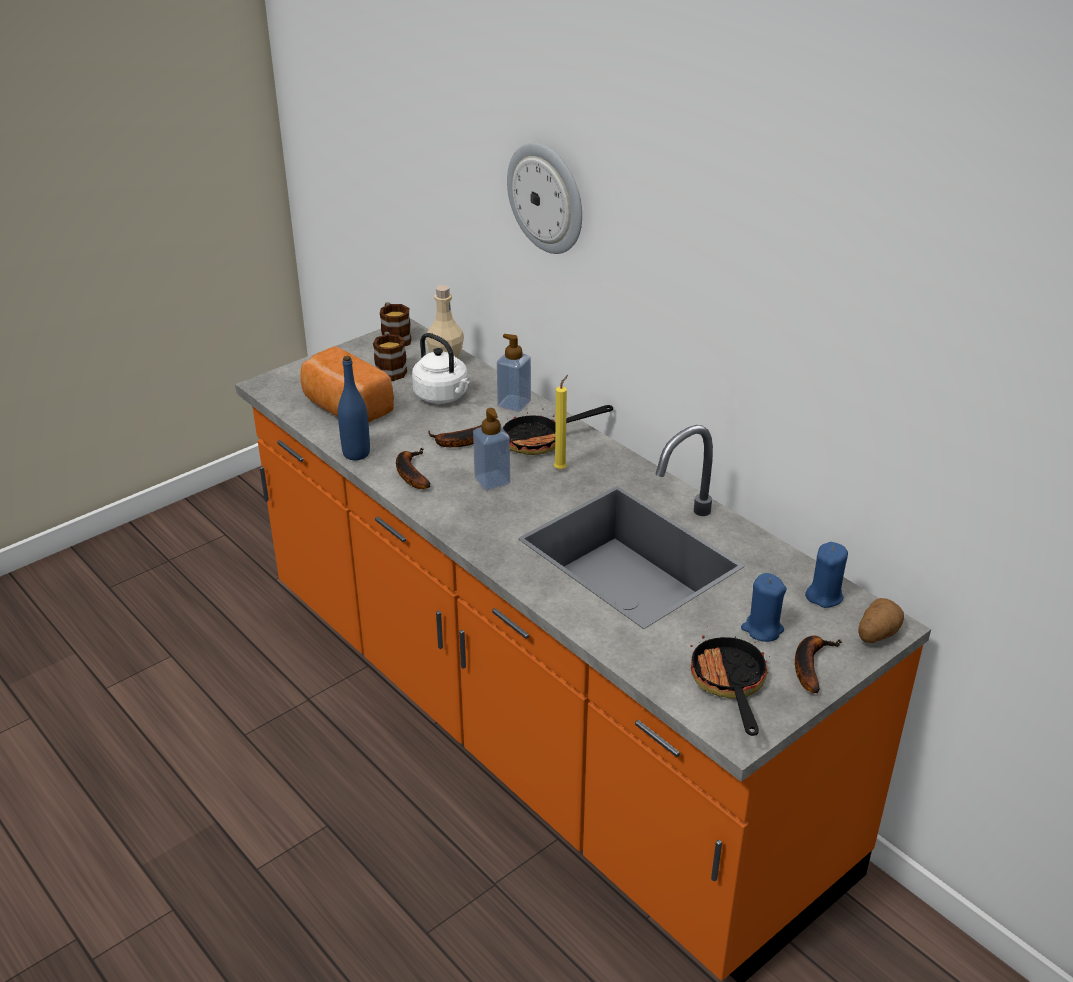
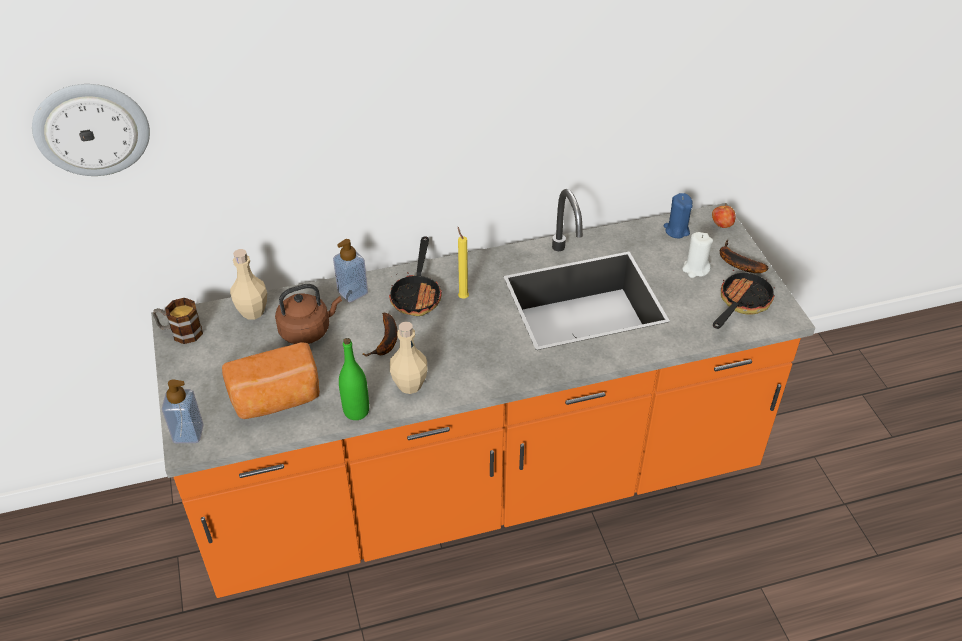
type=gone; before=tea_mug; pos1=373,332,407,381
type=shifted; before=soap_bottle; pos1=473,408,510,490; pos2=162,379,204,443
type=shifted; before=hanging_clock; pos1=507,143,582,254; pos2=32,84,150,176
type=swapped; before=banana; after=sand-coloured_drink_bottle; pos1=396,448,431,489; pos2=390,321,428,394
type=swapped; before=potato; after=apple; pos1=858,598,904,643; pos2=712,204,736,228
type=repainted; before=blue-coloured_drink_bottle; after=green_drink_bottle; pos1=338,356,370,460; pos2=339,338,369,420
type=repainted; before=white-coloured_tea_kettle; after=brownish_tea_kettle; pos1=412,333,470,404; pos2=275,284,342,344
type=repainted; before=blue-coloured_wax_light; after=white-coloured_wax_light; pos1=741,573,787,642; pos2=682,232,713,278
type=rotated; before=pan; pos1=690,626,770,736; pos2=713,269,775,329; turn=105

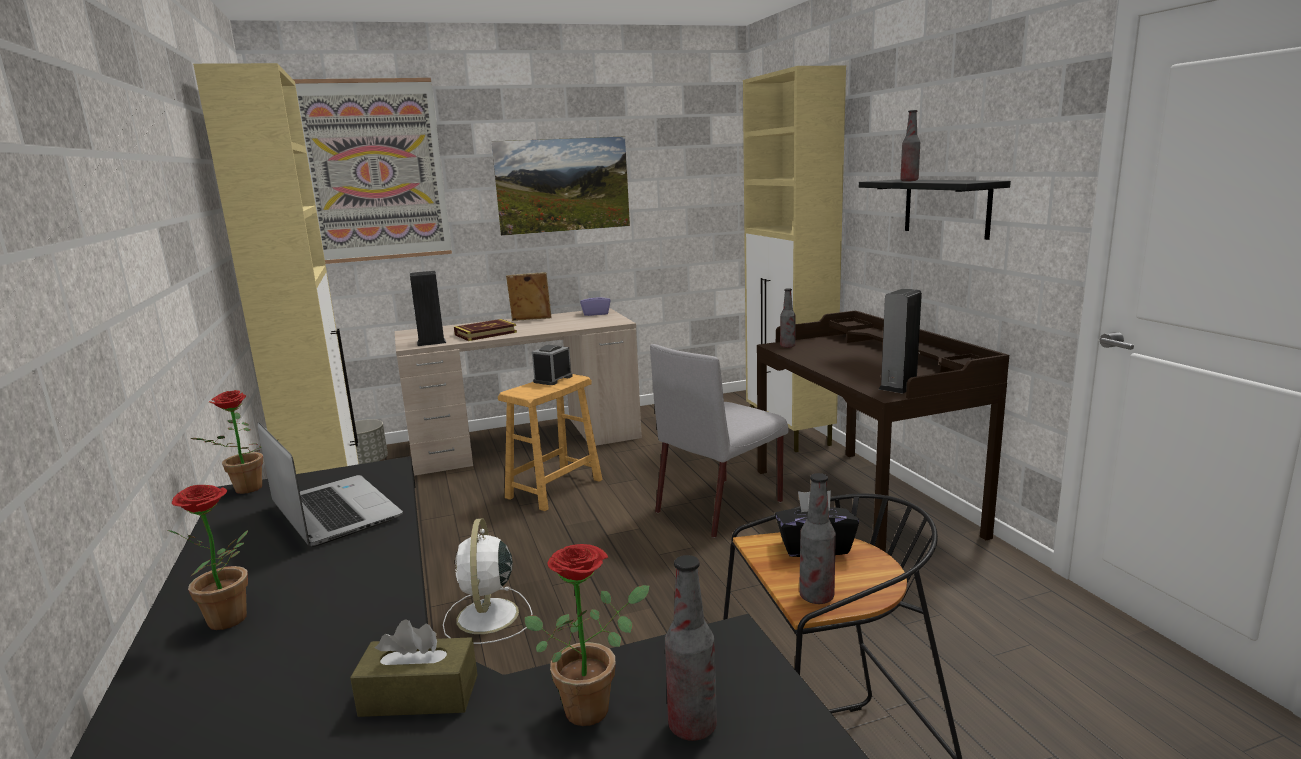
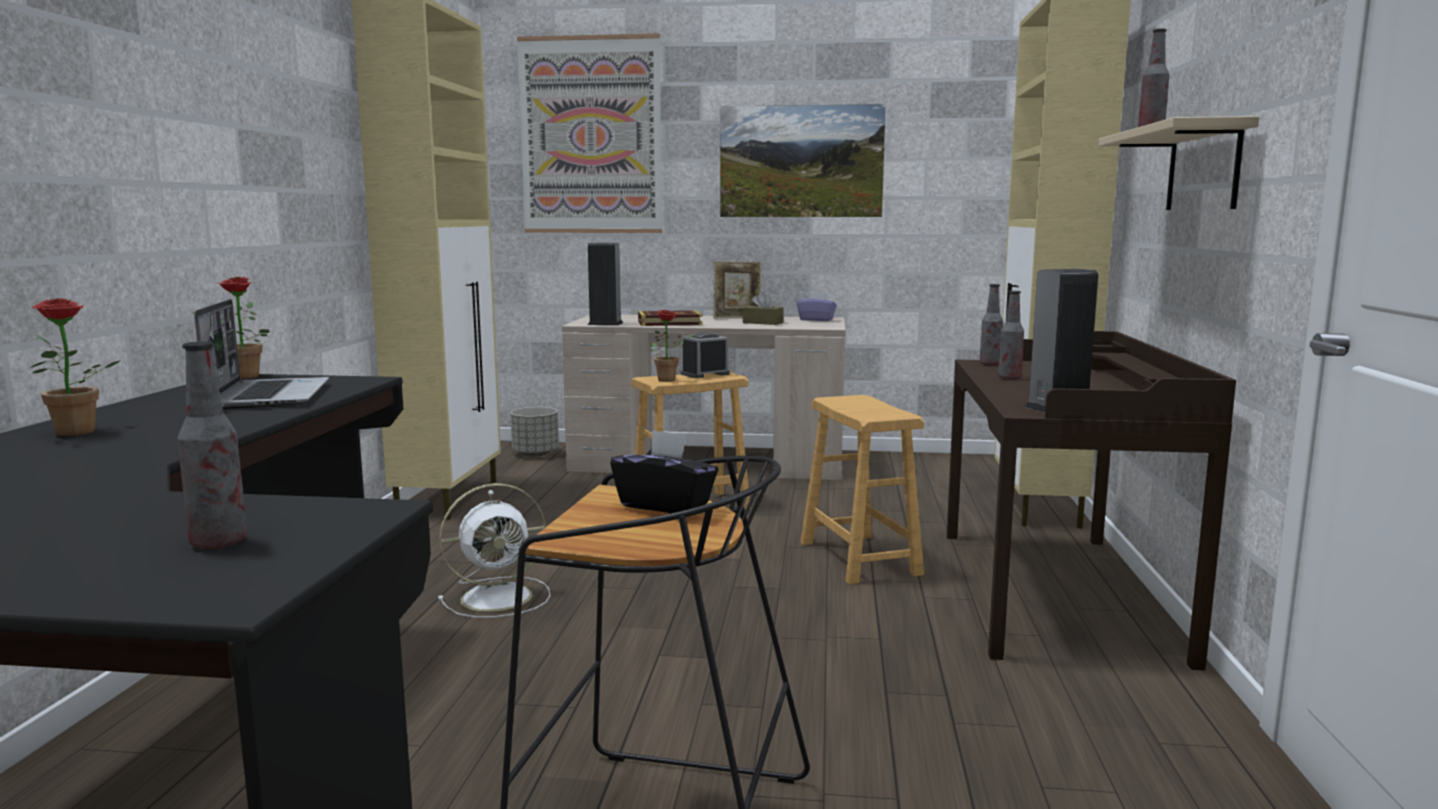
type=shifted; before=brownish_tissue_holder; pos1=350,620,477,717; pos2=743,292,784,325
type=shifted; before=potted_plant; pos1=524,544,650,726; pos2=651,310,696,382
type=shifted; before=drink_bottle; pos1=799,473,836,604; pos2=998,291,1024,380
type=swapped; before=gray_chair; after=brownish_stool_seat; pos1=650,344,788,538; pos2=800,395,924,585
type=repainted; before=blackish_shelf; after=sand-coloured_shelf; pos1=859,180,1011,240; pos2=1099,116,1259,210
type=rotated; before=white-coloured_fan; pos1=443,518,532,644; pos2=438,483,551,618; turn=-135
type=rotated; before=picture_frame; pos1=506,272,552,321; pos2=713,261,762,318; turn=150

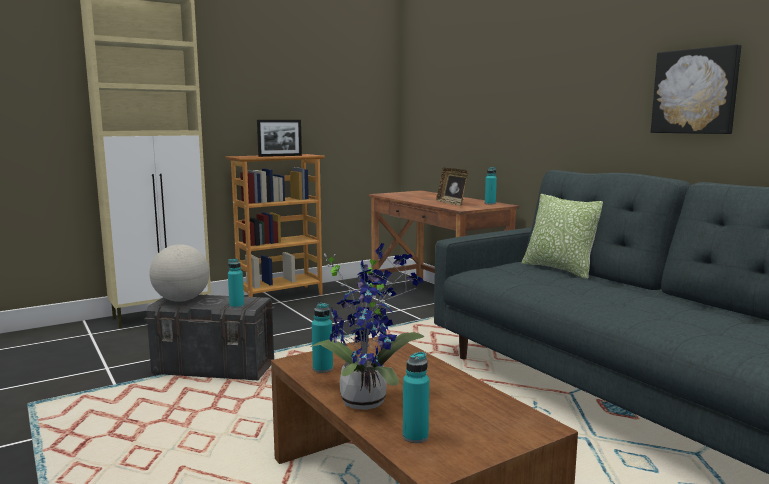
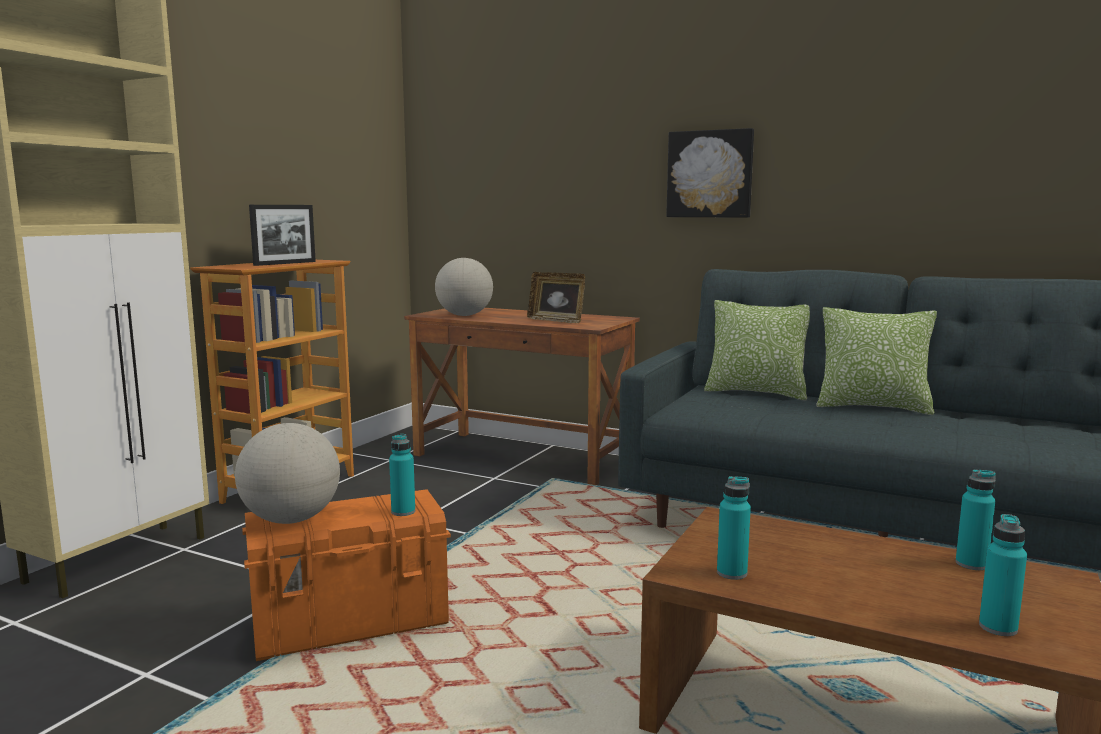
type=gone; before=potted_plant; pos1=310,243,424,410
type=new; after=world_globe; pos2=435,258,493,316
type=new; after=cushion; pos2=817,307,937,415
type=shifted; before=turquoise_drink_bottle; pos1=485,167,497,204; pos2=956,469,996,570
type=shifted; before=picture; pos1=651,44,741,134; pos2=666,128,754,218
type=repainted; before=gray_storage_box; after=orange_storage_box; pos1=144,295,275,380; pos2=242,489,451,661

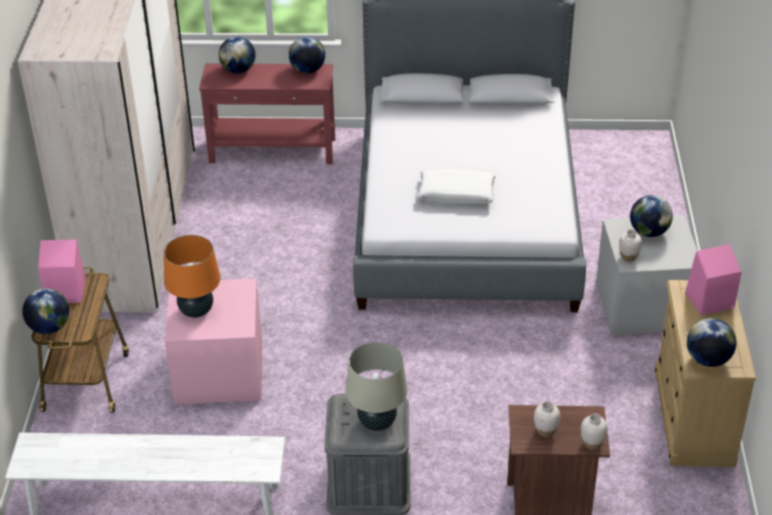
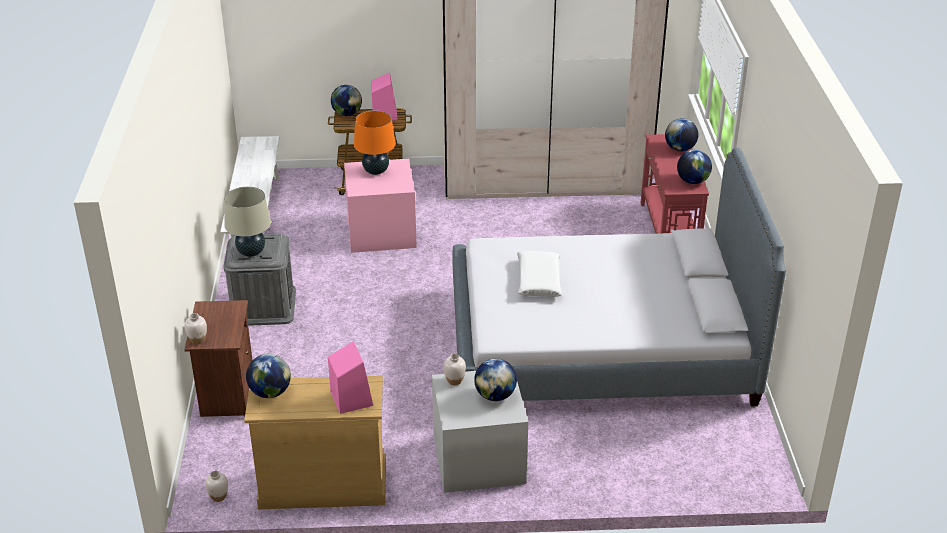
type=shifted; before=white-coloured_vase; pos1=534,401,560,437; pos2=205,471,228,502

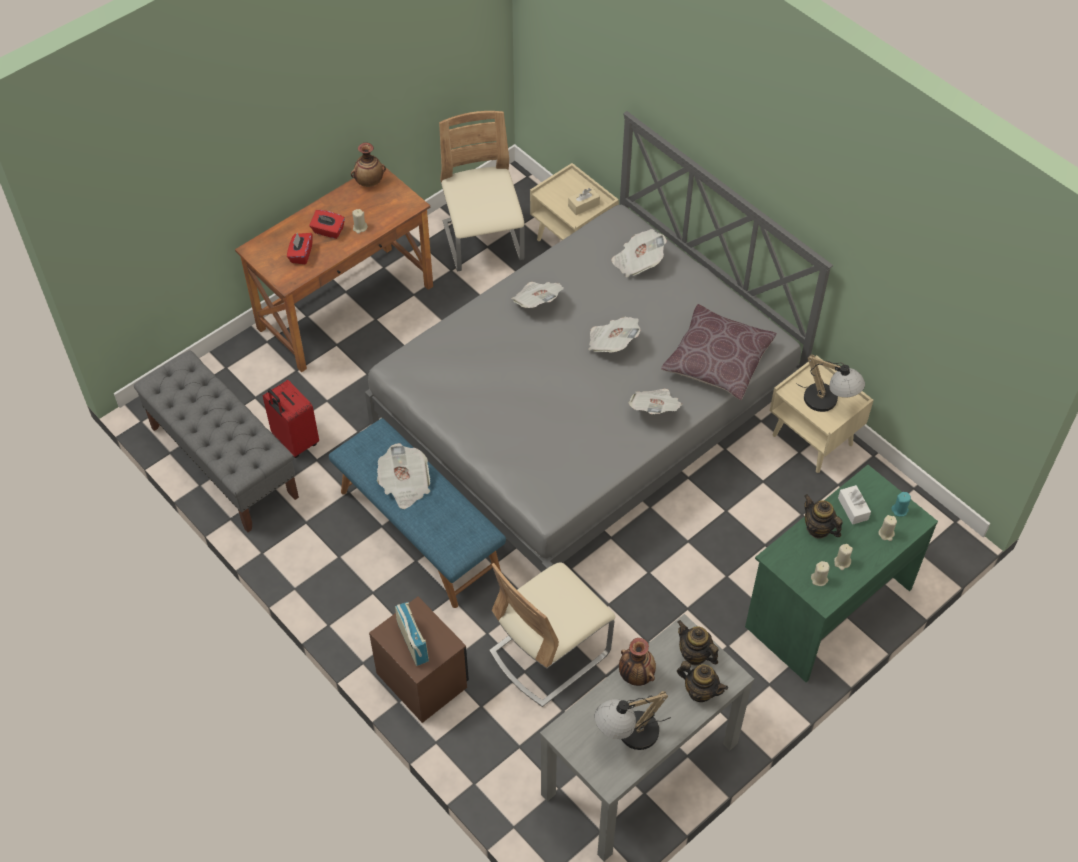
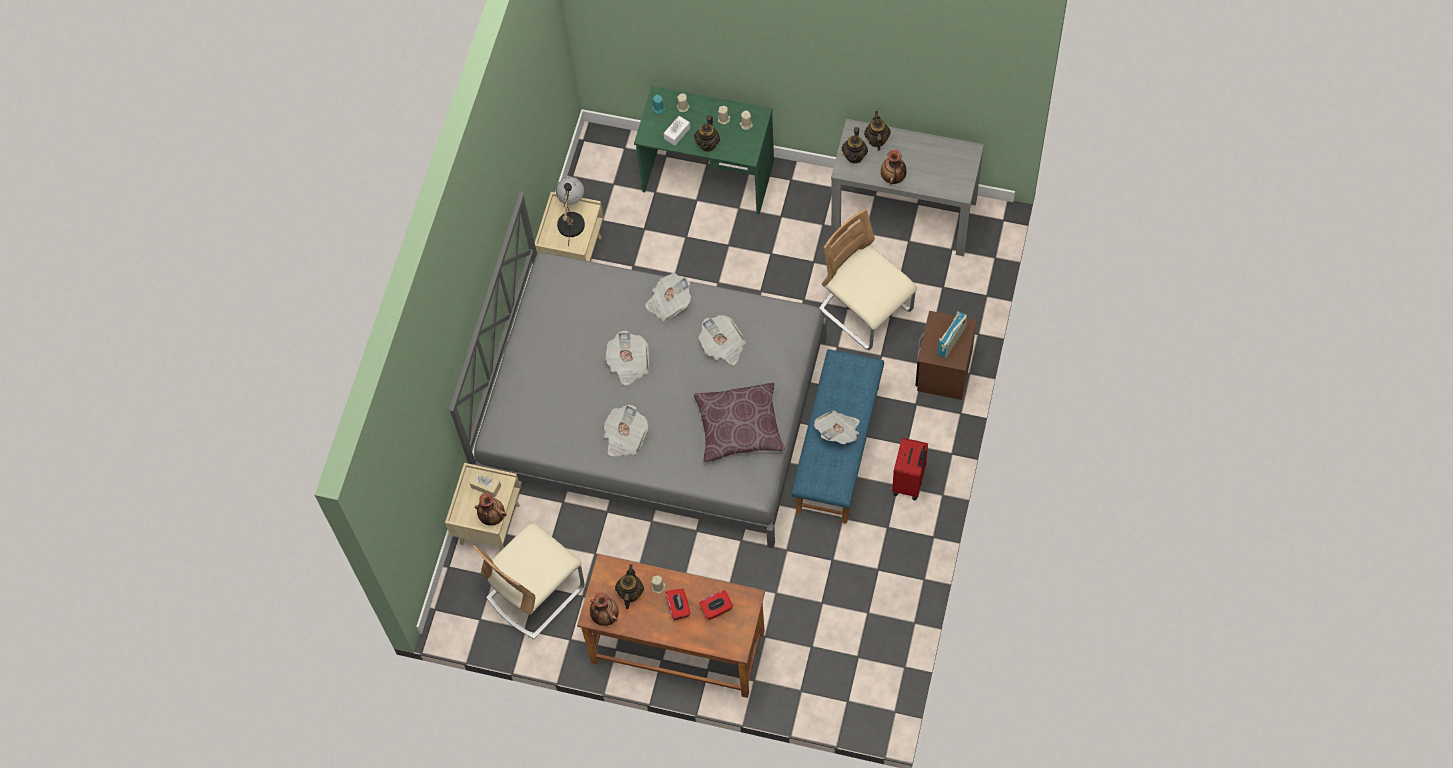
type=gone; before=gray_long_seat; pos1=134,350,299,532
type=gone; before=tabletop_lamp; pos1=595,691,671,750
type=new; after=vase; pos2=475,493,507,526
type=new; after=tea_pot; pos2=615,564,644,609
type=shifted; before=reddish_travel_case; pos1=263,380,319,458; pos2=892,438,928,500
type=shifted; before=newspaper; pos1=611,229,667,277; pos2=699,315,746,365
type=shifted; before=brownish_cushion; pos1=661,304,777,400; pos2=694,383,785,462
type=rotated; before=sand-coloured_chair; pos1=489,562,615,707; pos2=819,209,917,350; turn=-150

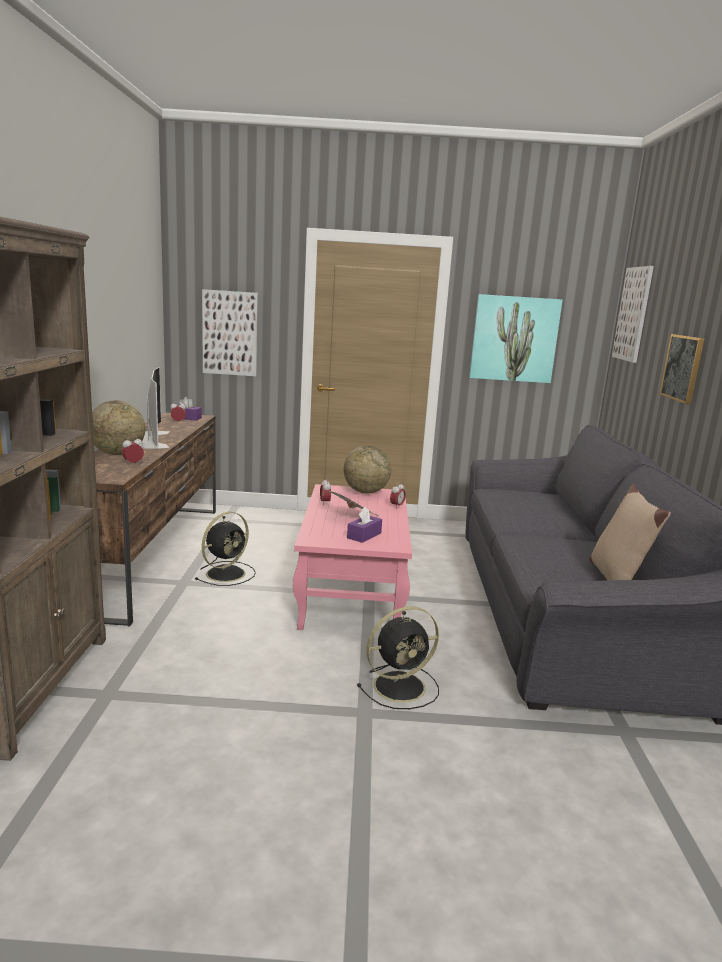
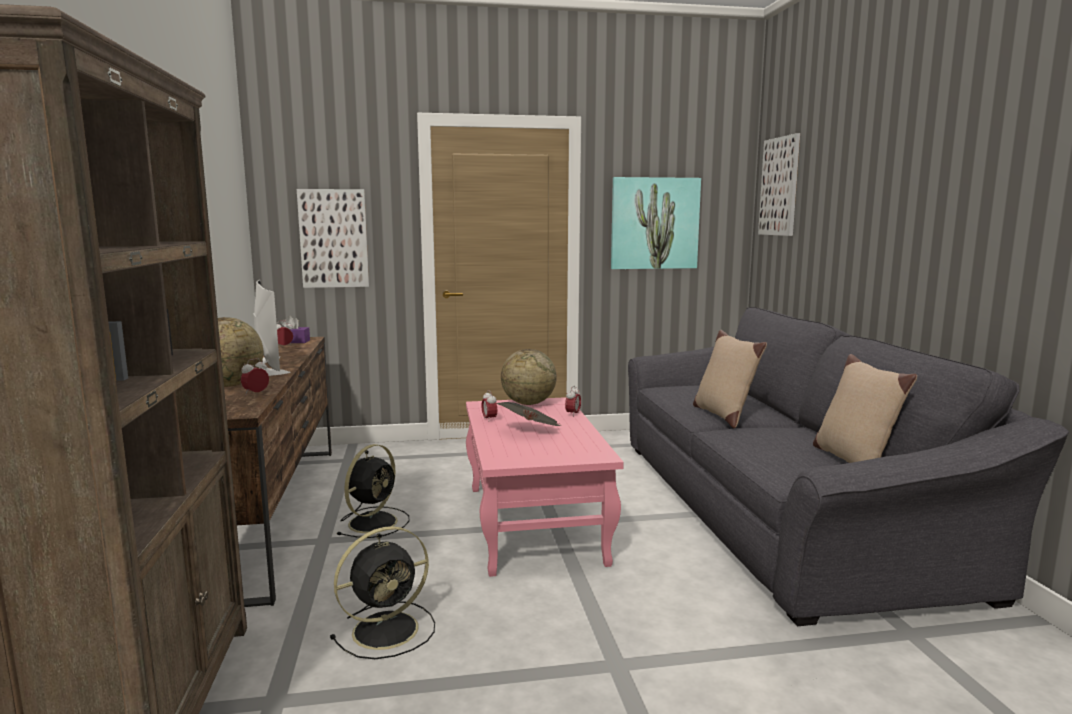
type=gone; before=purplish_tissue_holder; pos1=347,507,382,543
type=gone; before=picture; pos1=660,334,704,404
type=new; after=sand-coloured_cushion; pos2=693,330,767,428
type=shifted; before=blackish_fan; pos1=357,606,439,709; pos2=330,526,435,659

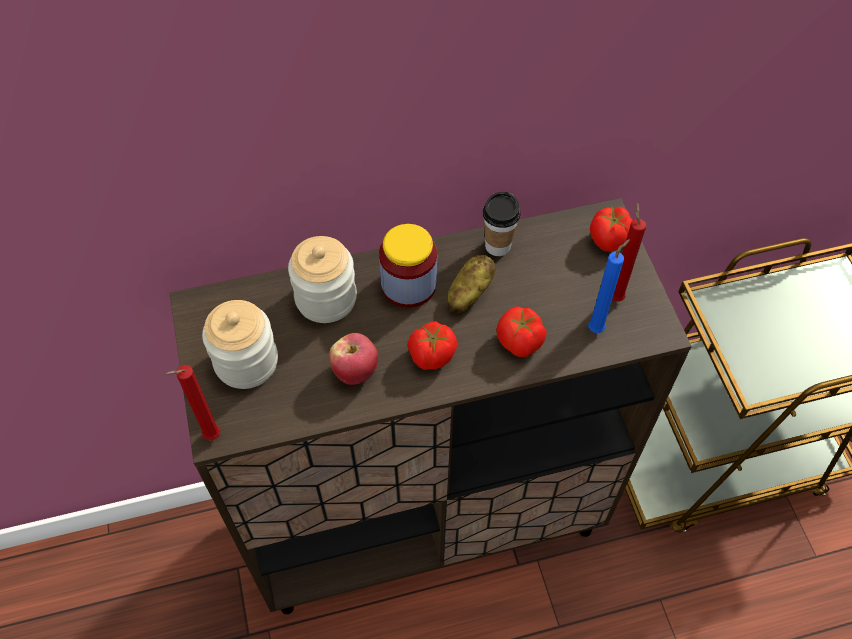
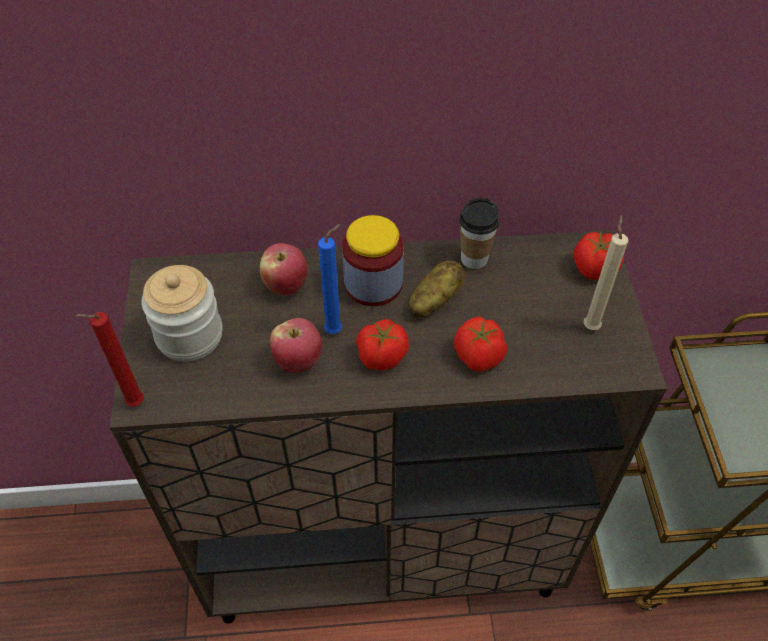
type=shifted; before=blue-coloured_wax_light; pos1=588,239,630,333; pos2=318,224,342,334
type=swapped; before=preserve_jar; after=apple; pos1=288,236,357,323; pos2=260,243,307,296
type=repainted; before=reddish_wax_light; after=sand-coloured_wax_light; pos1=612,202,646,301; pos2=584,215,628,330

